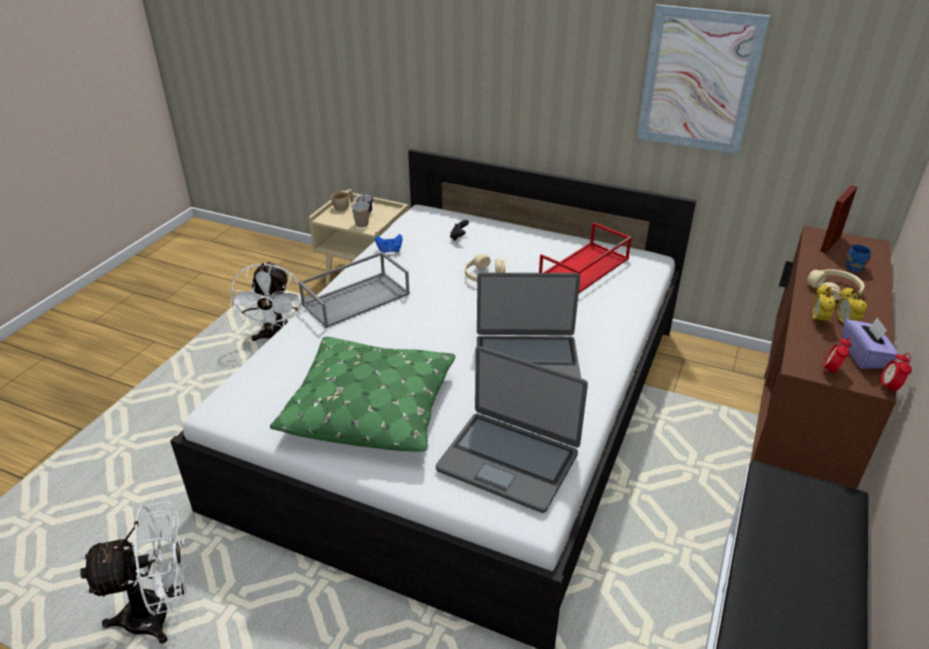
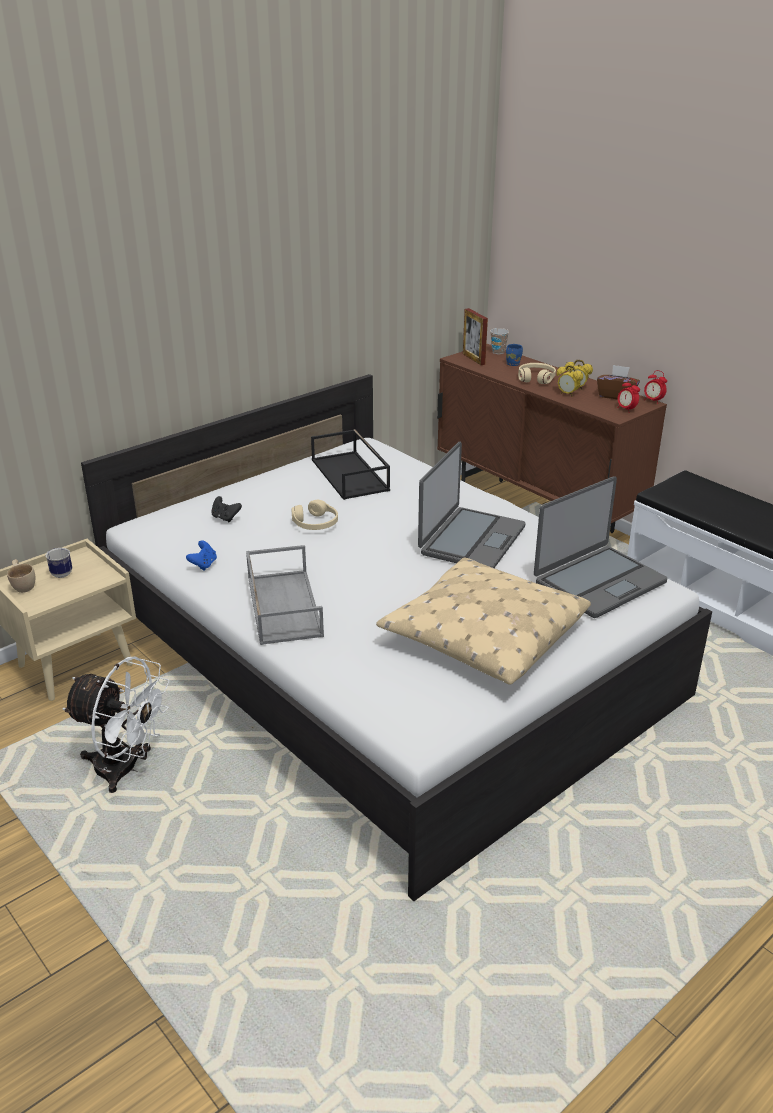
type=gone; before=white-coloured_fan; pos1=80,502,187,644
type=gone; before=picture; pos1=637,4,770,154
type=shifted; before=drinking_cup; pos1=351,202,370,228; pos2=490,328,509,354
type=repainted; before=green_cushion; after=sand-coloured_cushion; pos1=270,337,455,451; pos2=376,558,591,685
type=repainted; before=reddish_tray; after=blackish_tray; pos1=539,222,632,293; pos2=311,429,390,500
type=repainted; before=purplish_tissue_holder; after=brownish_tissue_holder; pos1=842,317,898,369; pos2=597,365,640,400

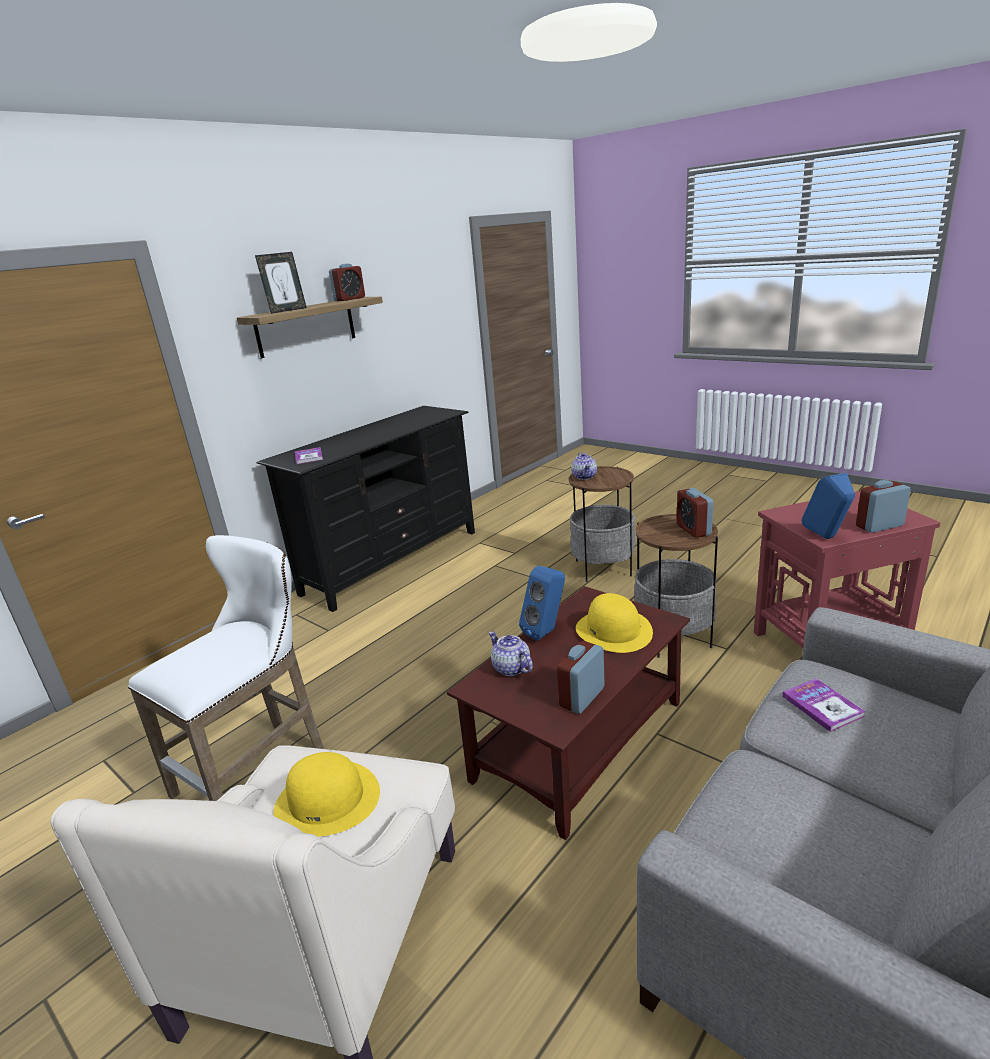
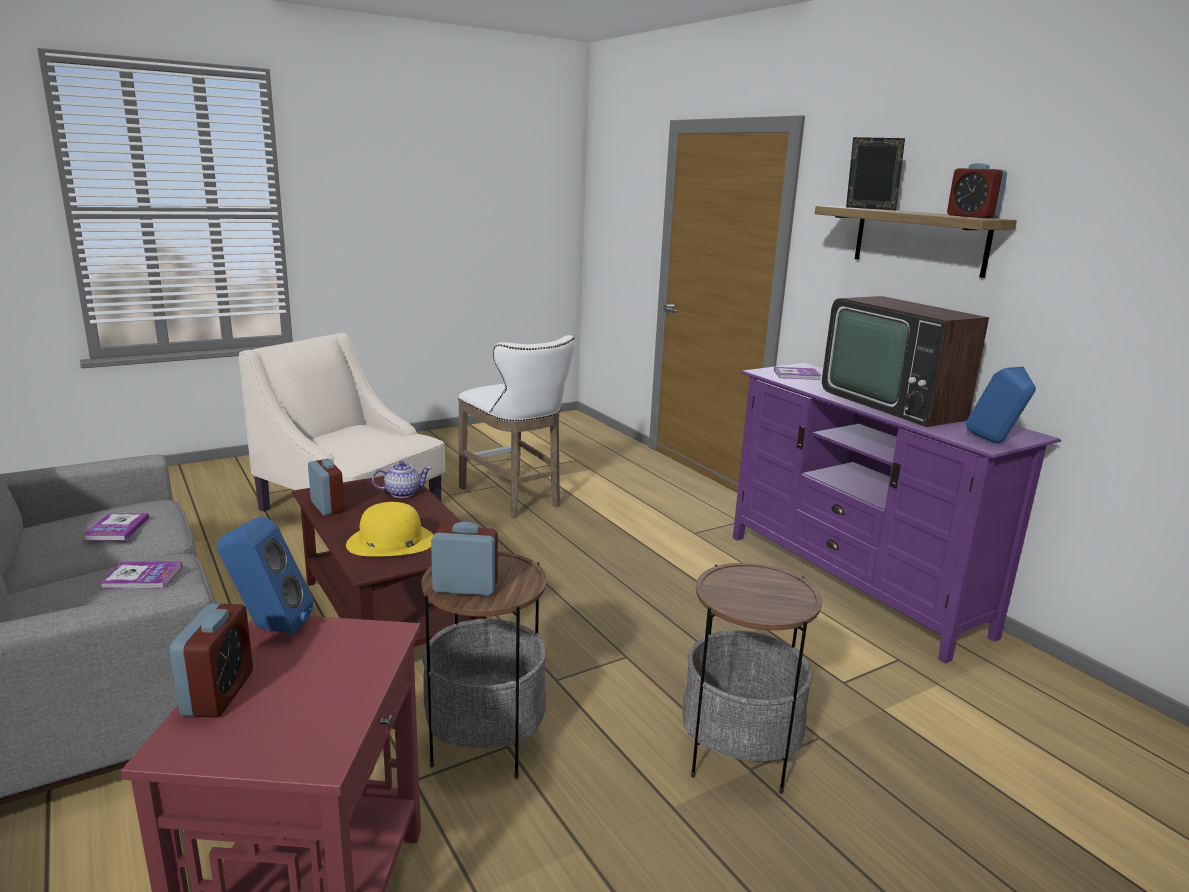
type=gone; before=yellowish_wearable_hat; pos1=273,752,380,837
type=gone; before=tea_pot; pos1=571,453,597,480
type=new; after=book; pos2=82,513,149,541
type=new; after=television; pos2=822,296,989,427
type=shifted; before=blue-coloured_audio_speaker; pos1=519,566,565,641; pos2=966,367,1036,443
type=repainted; before=blackish_tv_unit; after=purplish_tv_unit; pos1=256,406,475,612; pos2=733,363,1061,664
type=rotated; before=picture_frame; pos1=255,252,307,314; pos2=846,137,905,210; turn=150

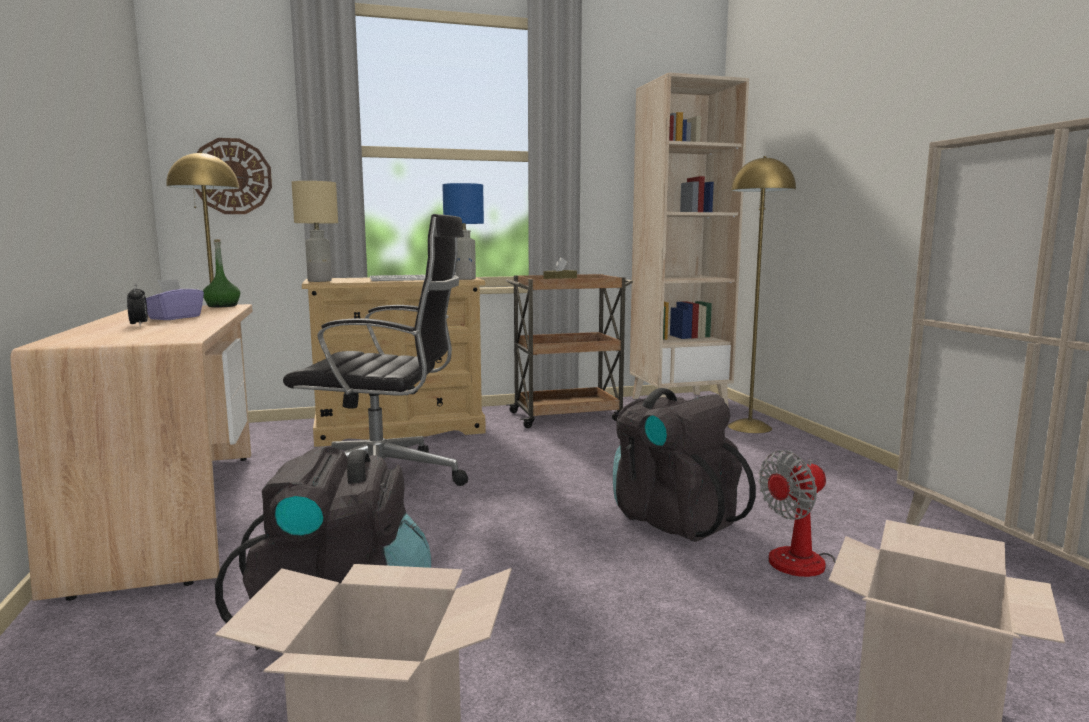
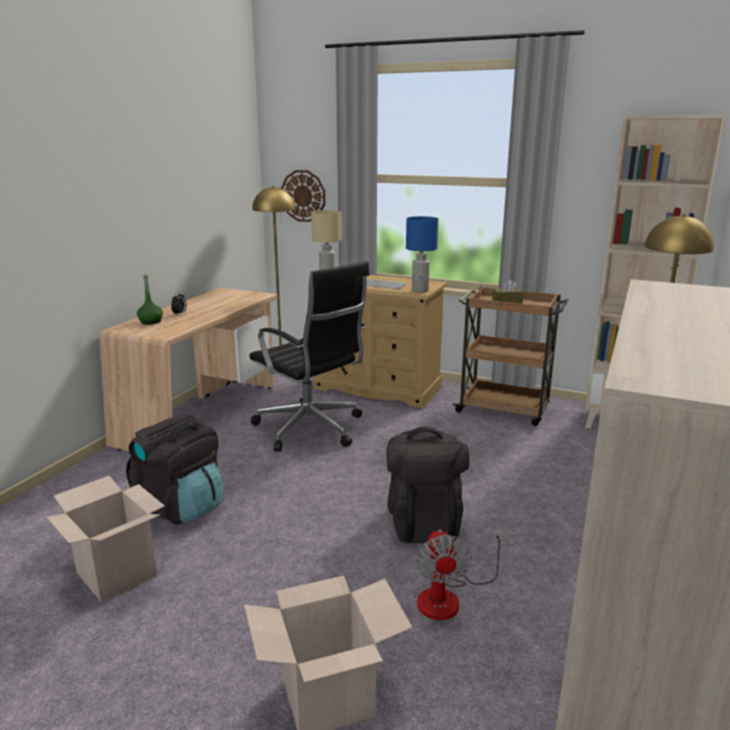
type=gone; before=purplish_tissue_holder; pos1=146,279,204,320
type=shifted; before=green_drink_bottle; pos1=203,239,240,307; pos2=137,275,163,324
type=rotated; before=fan; pos1=758,450,940,577; pos2=416,528,503,620; turn=-105

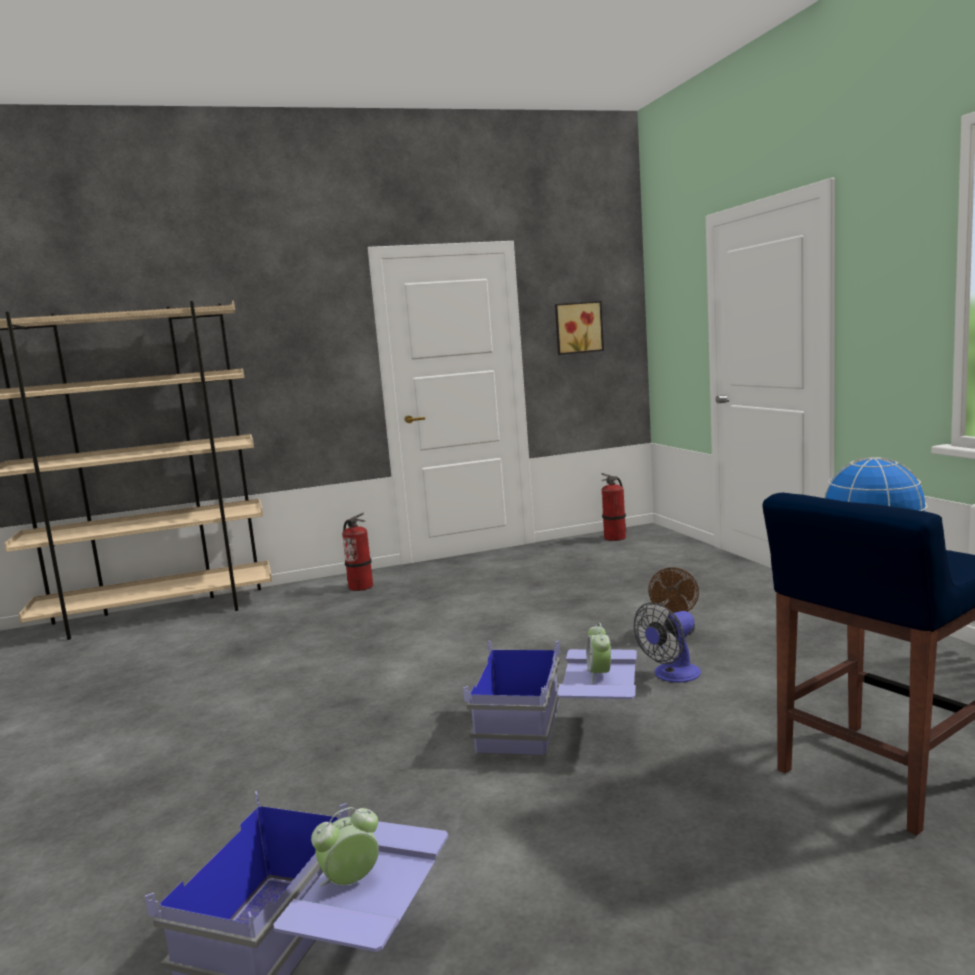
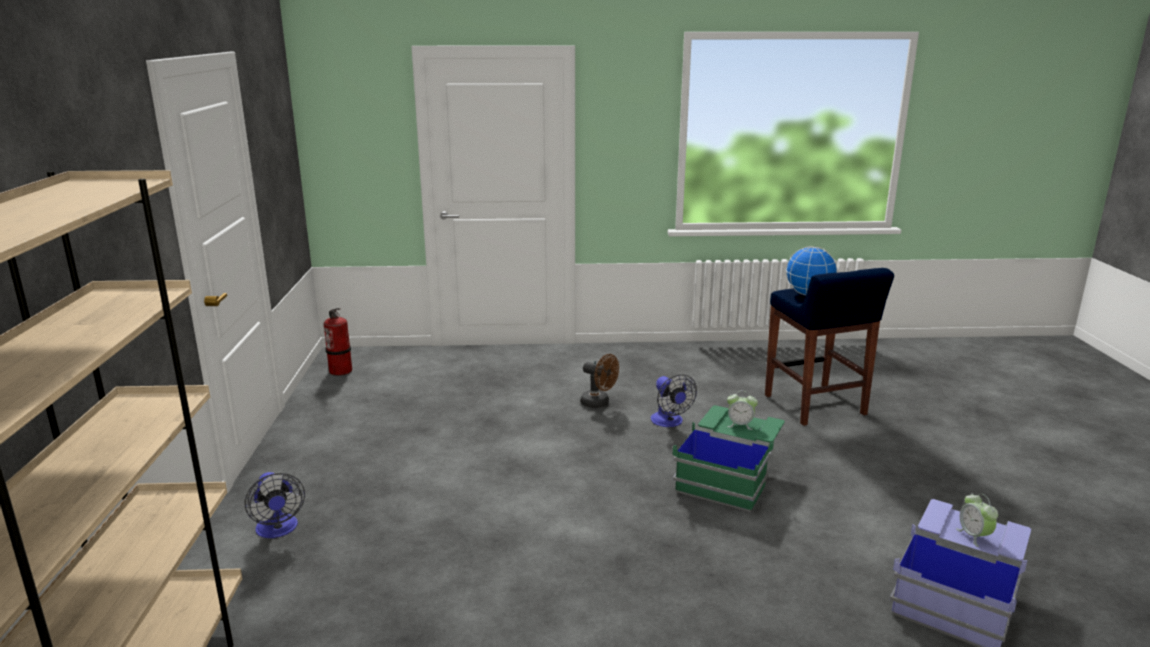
type=gone; before=picture; pos1=555,301,604,355
type=swapped; before=extinguisher; after=fan; pos1=342,513,373,591; pos2=245,472,305,538
type=repainted; before=blue-coloured_storage_box; after=green_storage_box; pos1=463,640,637,758; pos2=673,405,785,512

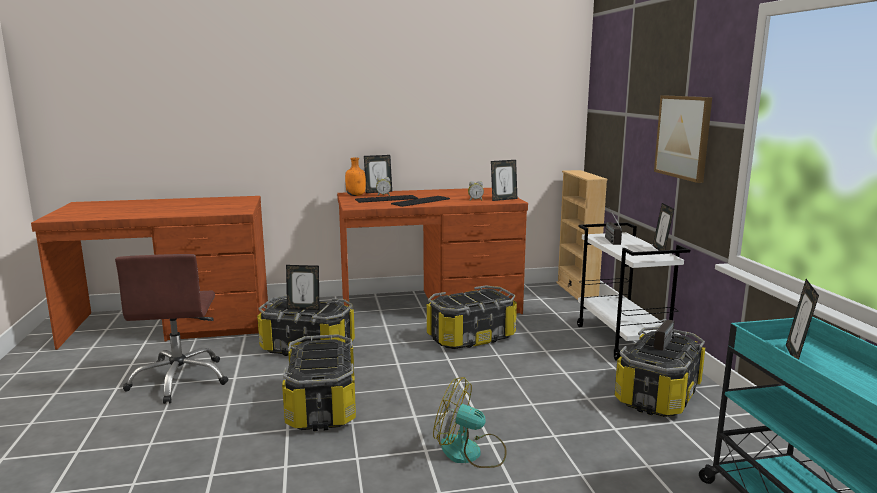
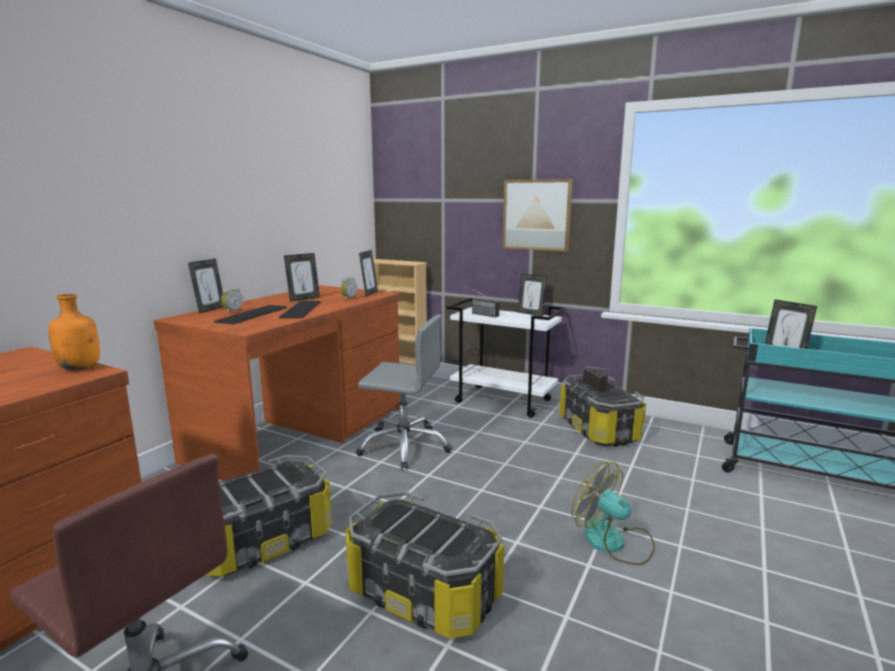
type=shifted; before=picture_frame; pos1=286,265,319,310; pos2=284,253,320,302
type=shifted; before=orange_drink_bottle; pos1=345,158,366,196; pos2=48,294,100,370
type=swapped; before=storage_box; after=gray_office_chair; pos1=427,286,517,349; pos2=356,314,452,470
type=rotated; before=fan; pos1=433,377,507,468; pos2=571,462,655,565; turn=75

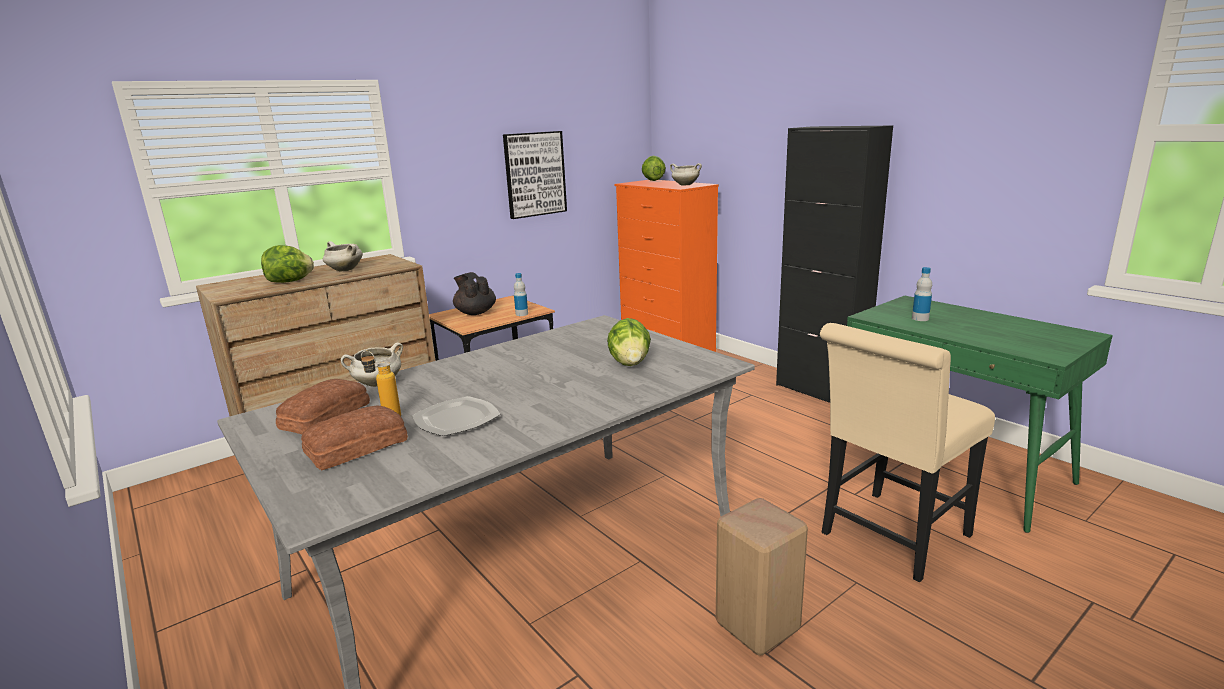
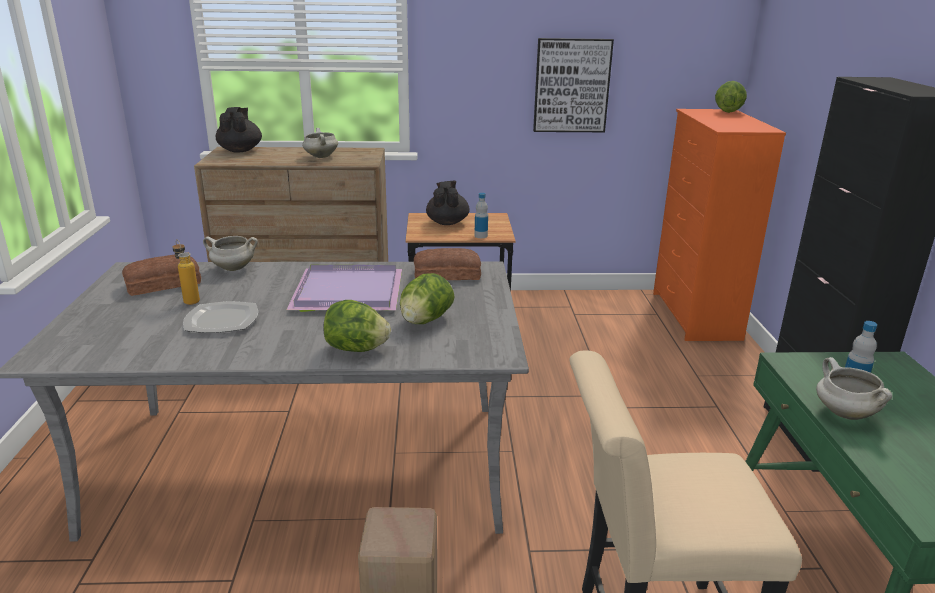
type=new; after=blackish_tea_pot; pos2=216,107,262,153
type=new; after=purplish_tray; pos2=286,265,402,312
type=shifted; before=lettuce_head; pos1=261,245,314,283; pos2=323,300,391,352
type=shifted; before=baked_bread; pos1=301,406,408,470; pos2=414,248,481,280
type=shifted; before=white-coloured_stockpot; pos1=670,163,702,186; pos2=816,357,892,420

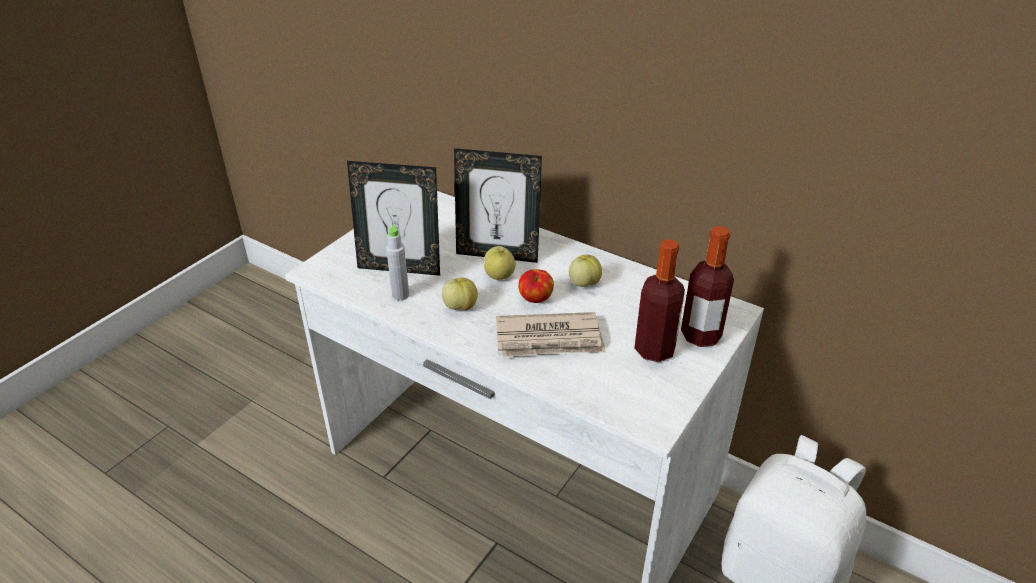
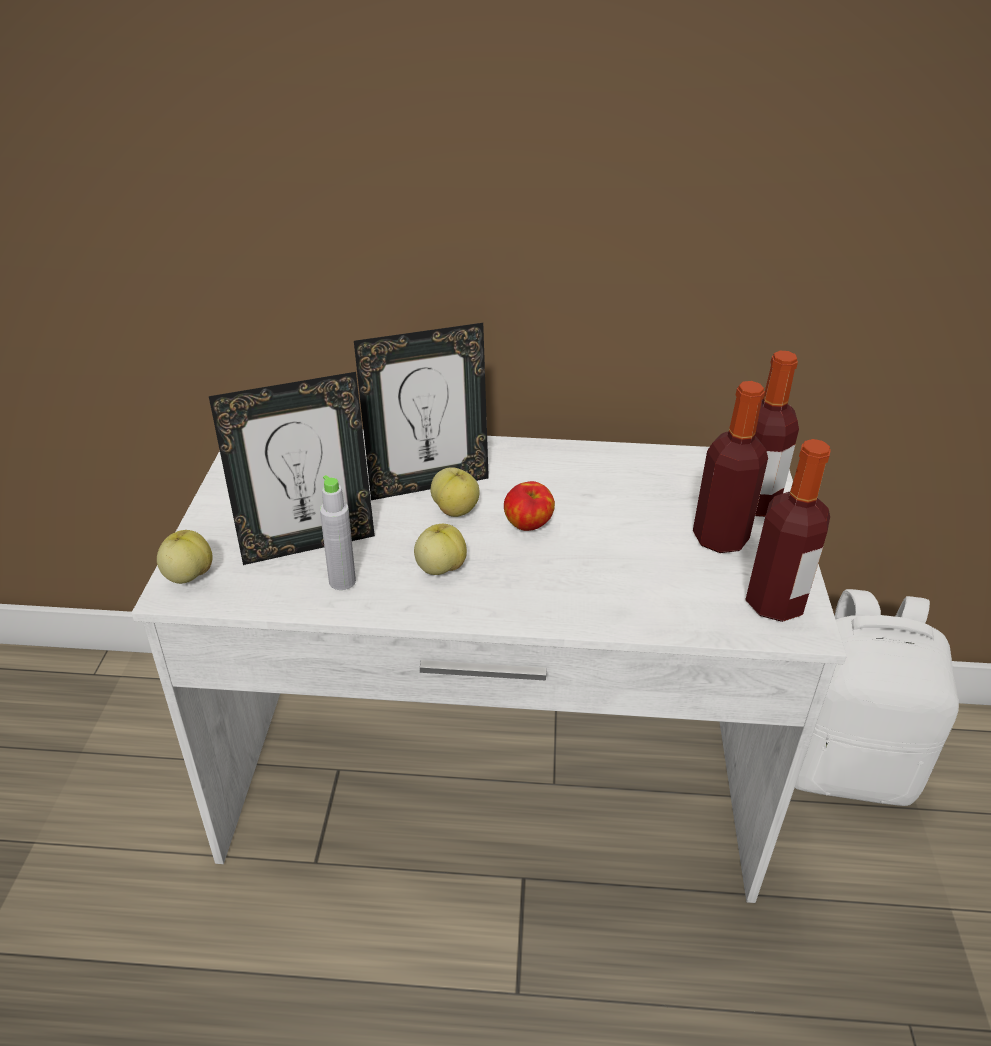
type=gone; before=newspaper; pos1=496,312,606,357
type=new; after=drink_bottle; pos2=745,439,831,622
type=shifted; before=apple; pos1=569,255,602,287; pos2=157,530,213,584

